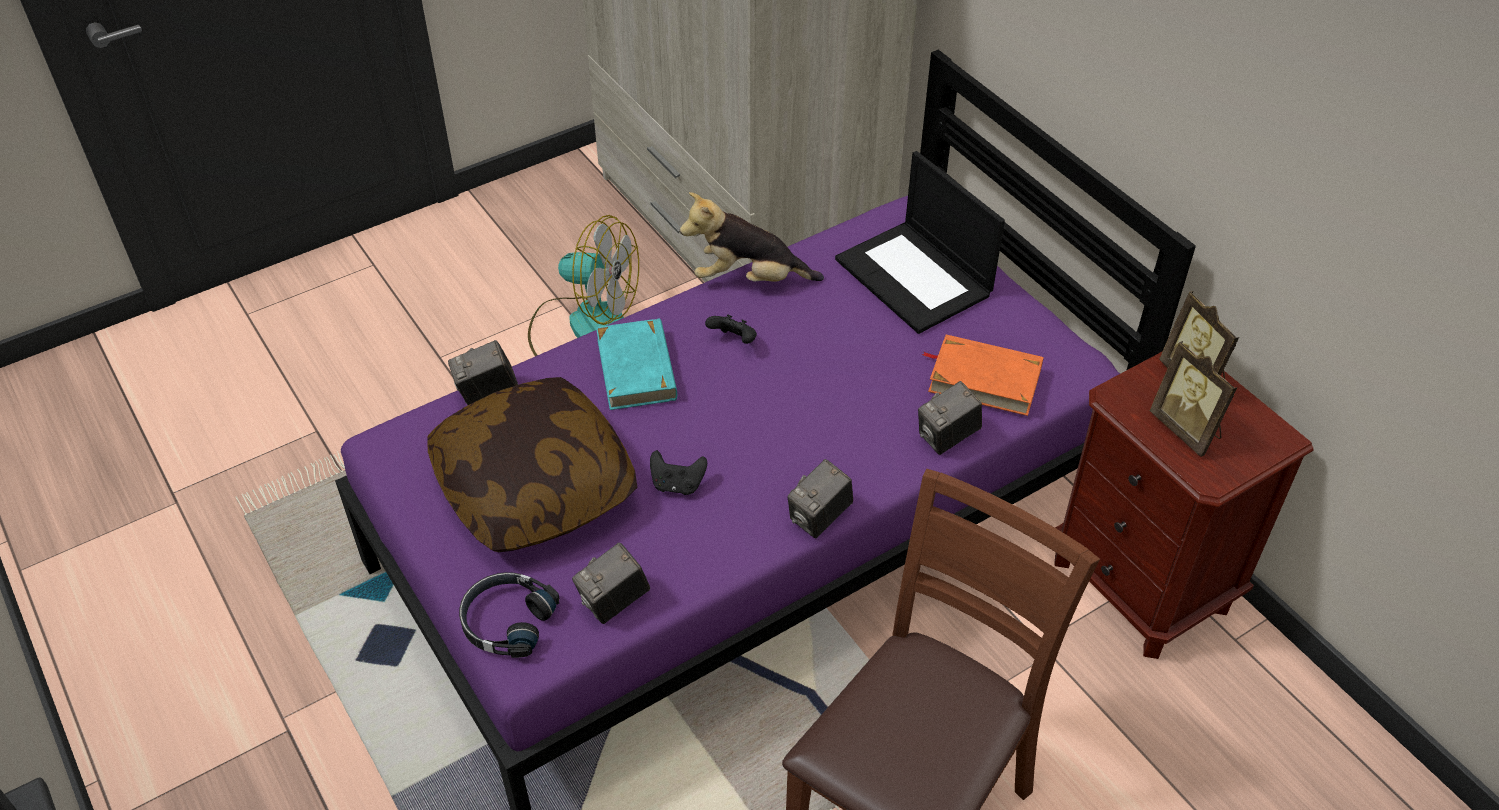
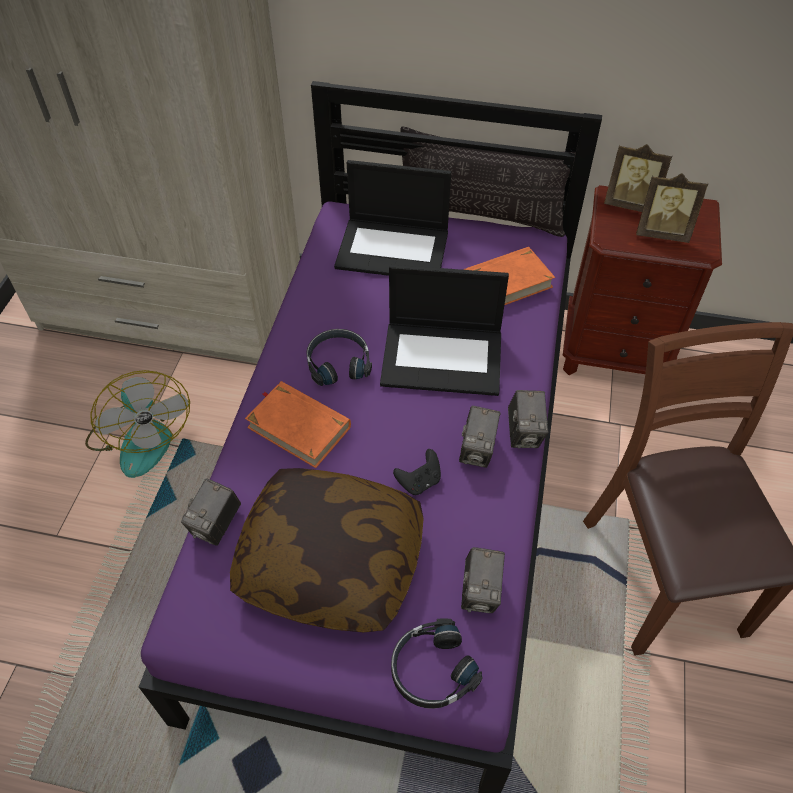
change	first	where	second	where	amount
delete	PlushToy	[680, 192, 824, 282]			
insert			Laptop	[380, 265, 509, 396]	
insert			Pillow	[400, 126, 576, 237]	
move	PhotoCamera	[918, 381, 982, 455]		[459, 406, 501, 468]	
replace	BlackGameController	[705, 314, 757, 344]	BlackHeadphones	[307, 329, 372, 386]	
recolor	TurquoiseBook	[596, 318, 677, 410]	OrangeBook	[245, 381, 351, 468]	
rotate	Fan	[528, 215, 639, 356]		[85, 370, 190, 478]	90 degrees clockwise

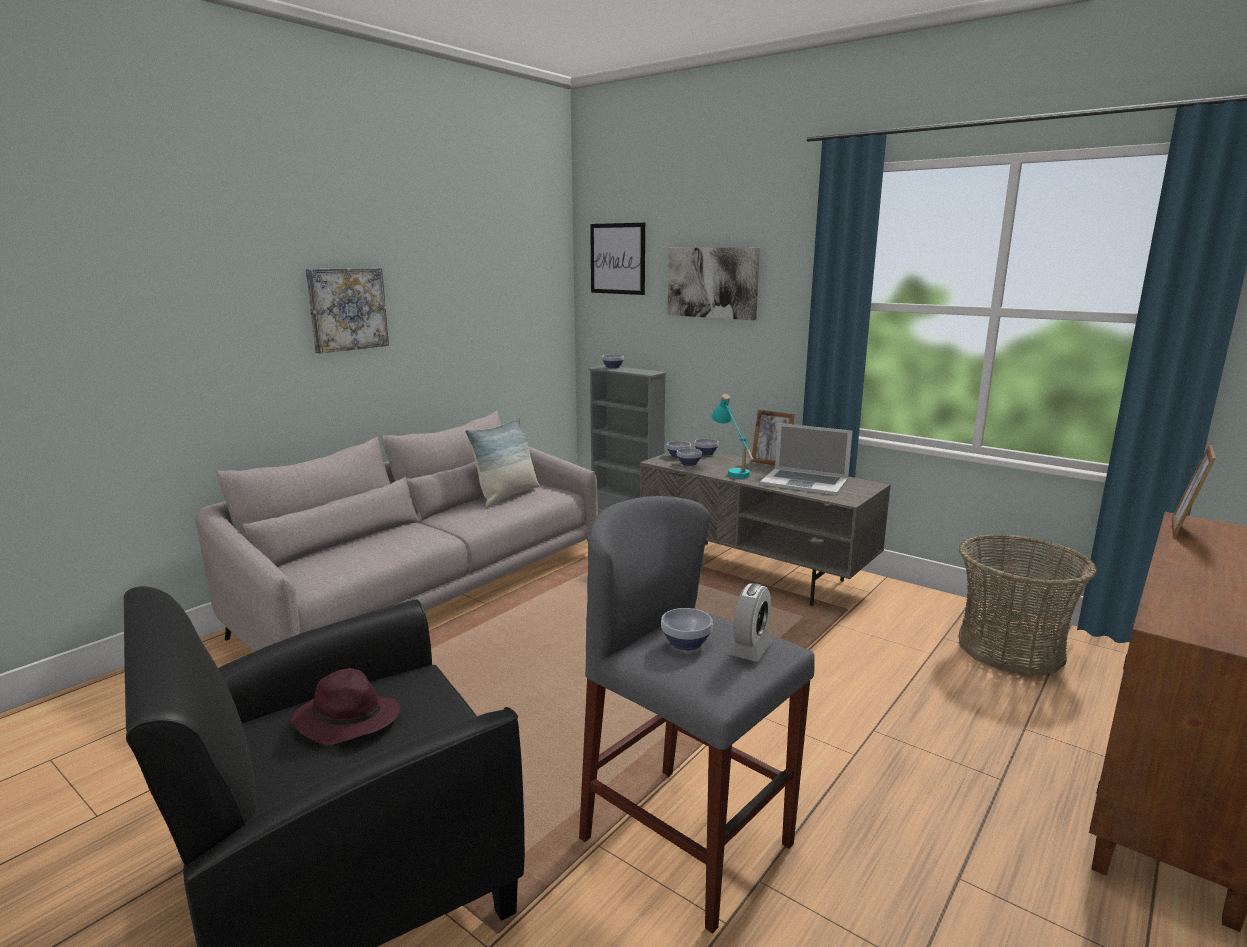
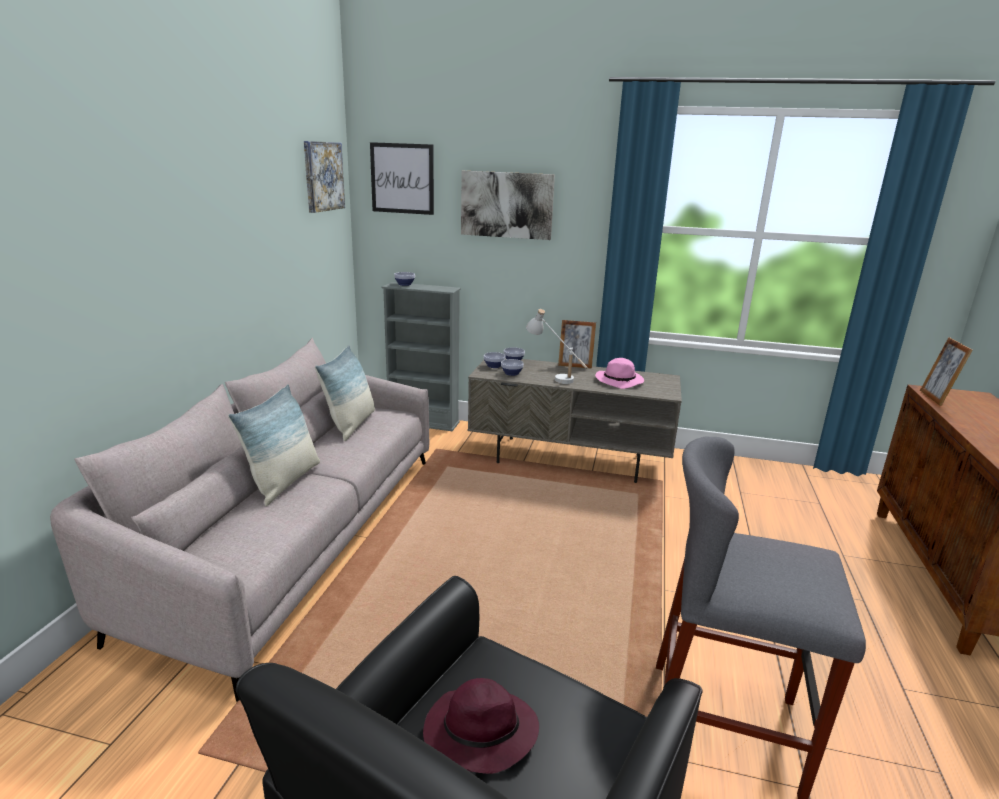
change	first	where	second	where	amount
delete	Bowl	[661, 608, 713, 651]			
delete	AlarmClock	[728, 583, 773, 662]			
delete	Basket	[959, 534, 1097, 675]			
insert			Pillow	[228, 384, 320, 506]	
move	Picture	[306, 268, 389, 354]		[304, 141, 345, 213]	
replace	Laptop	[760, 423, 852, 495]	PinkHat	[595, 358, 644, 389]	
recolor	TurquoiseTableLamp	[712, 394, 754, 478]	WhiteTableLamp	[526, 309, 588, 384]	

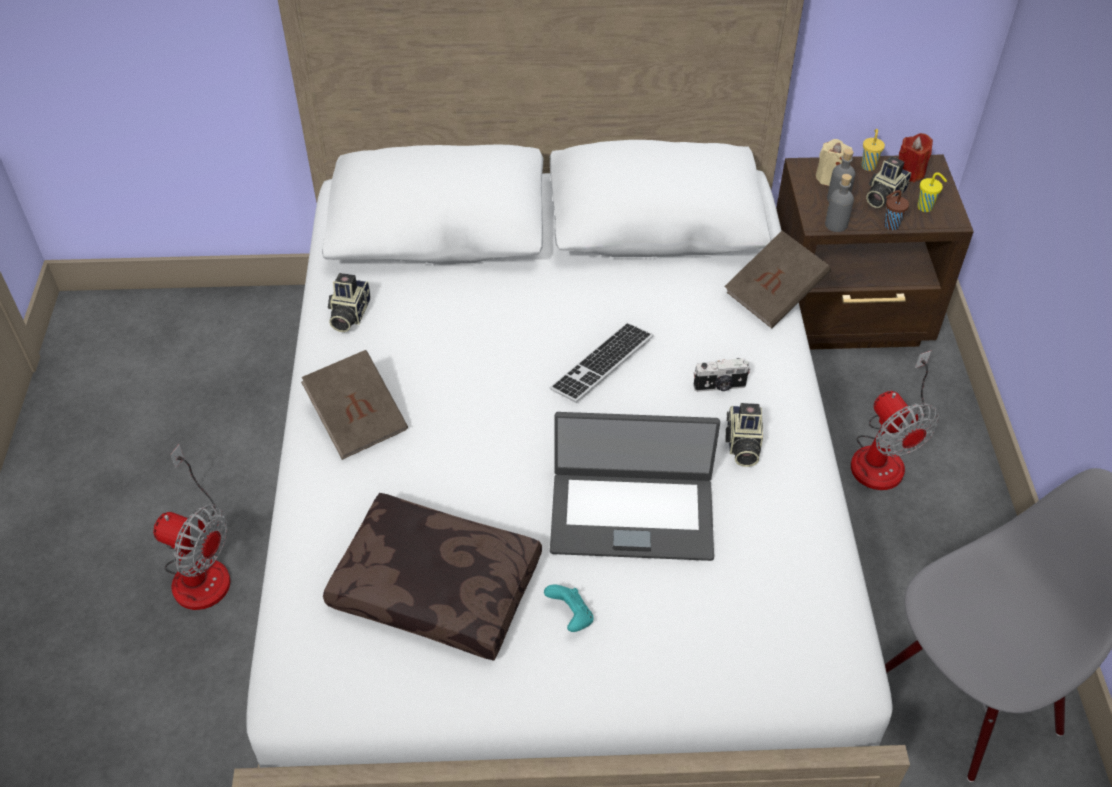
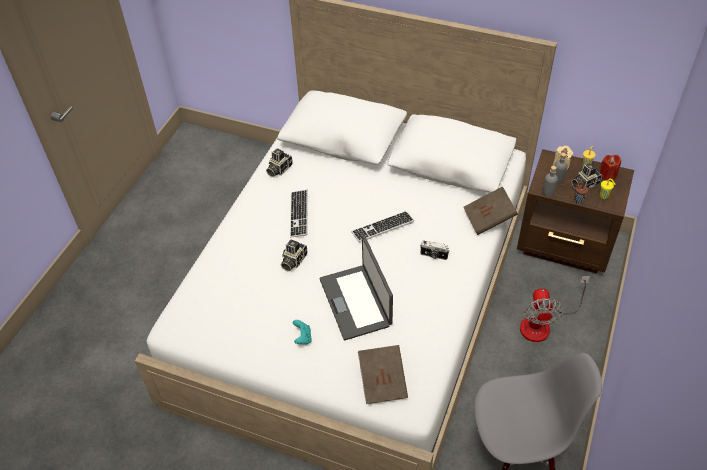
change	first	where	second	where	amount
delete	Fan	[153, 445, 230, 610]			
delete	BrownPillow	[323, 493, 542, 661]			
insert			Keyboard	[290, 190, 308, 238]	
move	BrownBook	[301, 350, 408, 460]		[358, 345, 408, 404]	
move	PhotoCamera	[725, 403, 763, 467]		[281, 239, 307, 271]	
rotate	Laptop	[550, 412, 720, 561]		[319, 235, 393, 340]	45 degrees clockwise

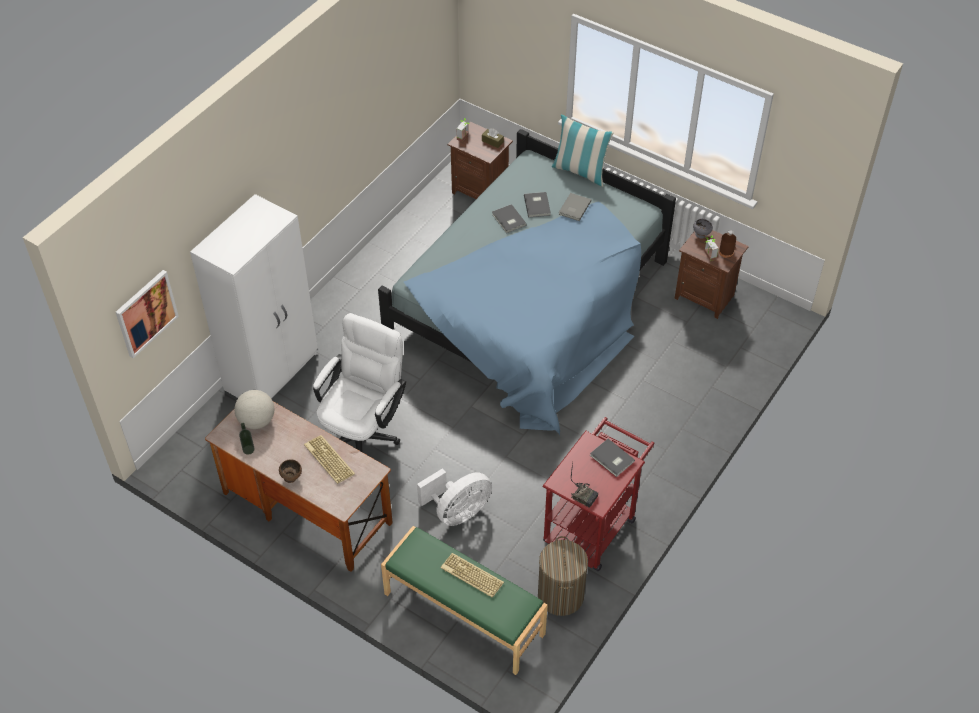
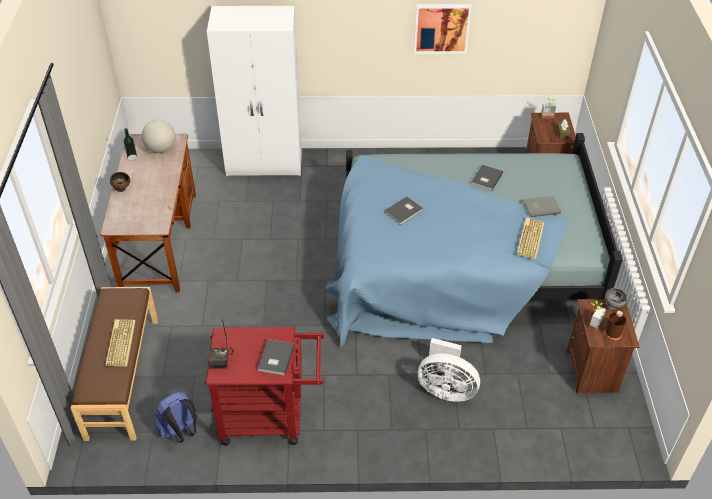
change	first	where	second	where	amount
delete	WhiteOfficeChair	[313, 313, 406, 452]			
delete	Pillow	[552, 115, 614, 187]			
move	Picture	[116, 270, 179, 358]		[414, 4, 472, 54]	
move	Keyboard	[304, 435, 355, 484]		[517, 217, 544, 260]	
move	WhiteFan	[417, 468, 492, 526]		[418, 338, 480, 402]	
move	GreyBook	[524, 192, 551, 217]		[384, 197, 423, 225]	
replace	LaundryBasket	[538, 536, 588, 616]	BlueBackpack	[155, 392, 197, 443]	
recolor	GreenBench	[381, 526, 548, 675]	BrownBench	[71, 287, 158, 441]	

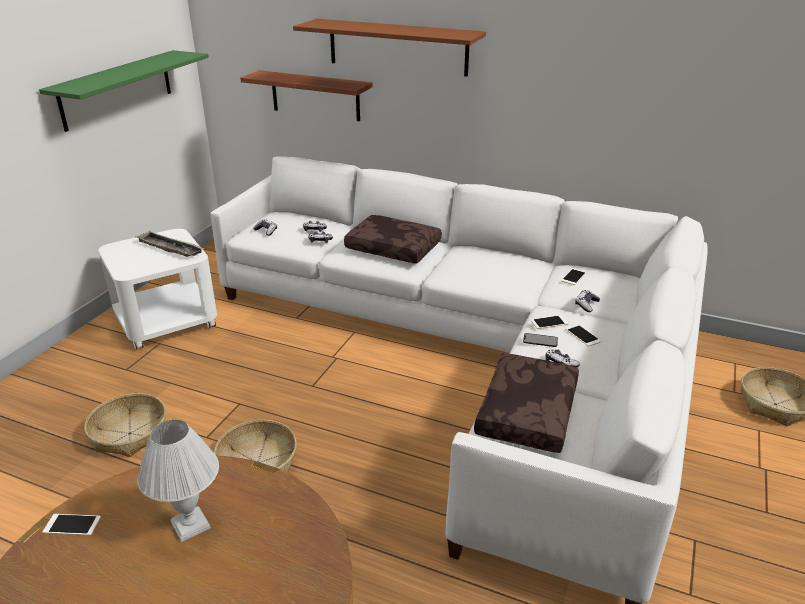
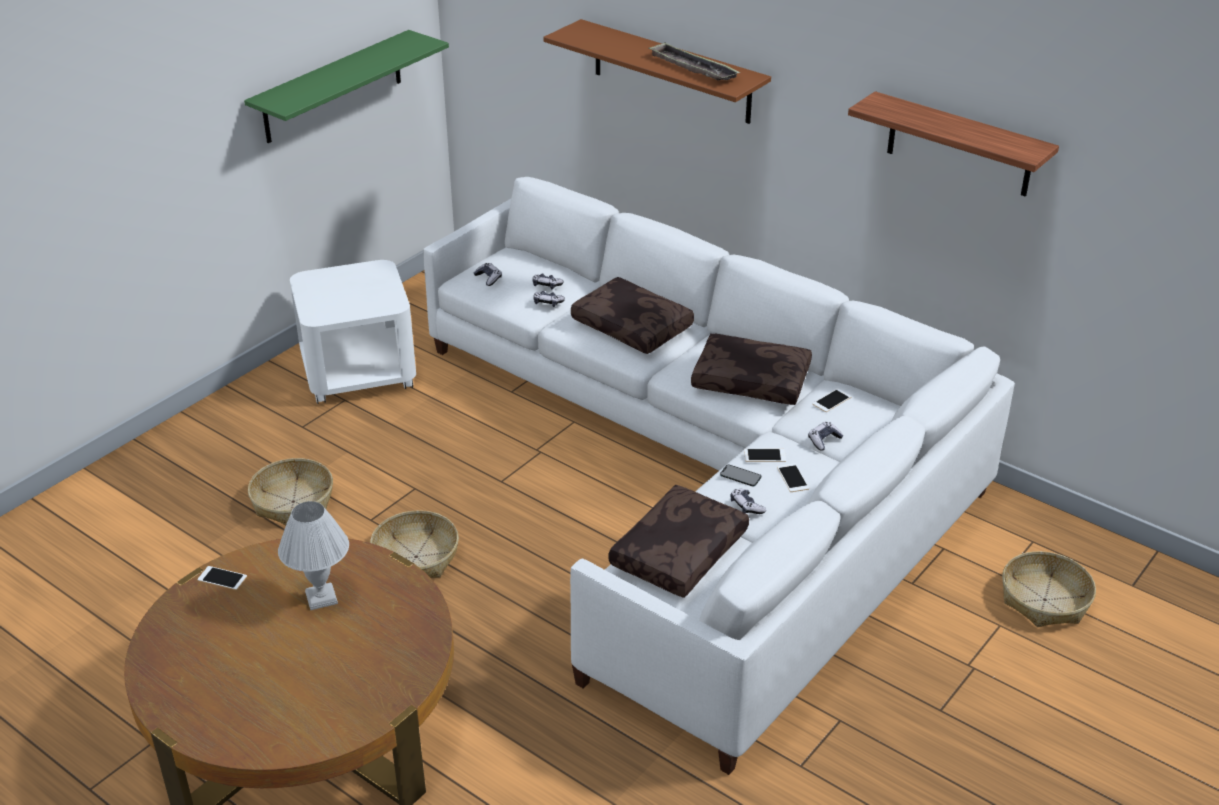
change	first	where	second	where	amount
insert			BrownPillow	[691, 333, 812, 405]	
move	Tray	[135, 231, 204, 257]		[648, 42, 740, 80]	
move	Shelf	[240, 70, 373, 121]		[848, 91, 1059, 197]	

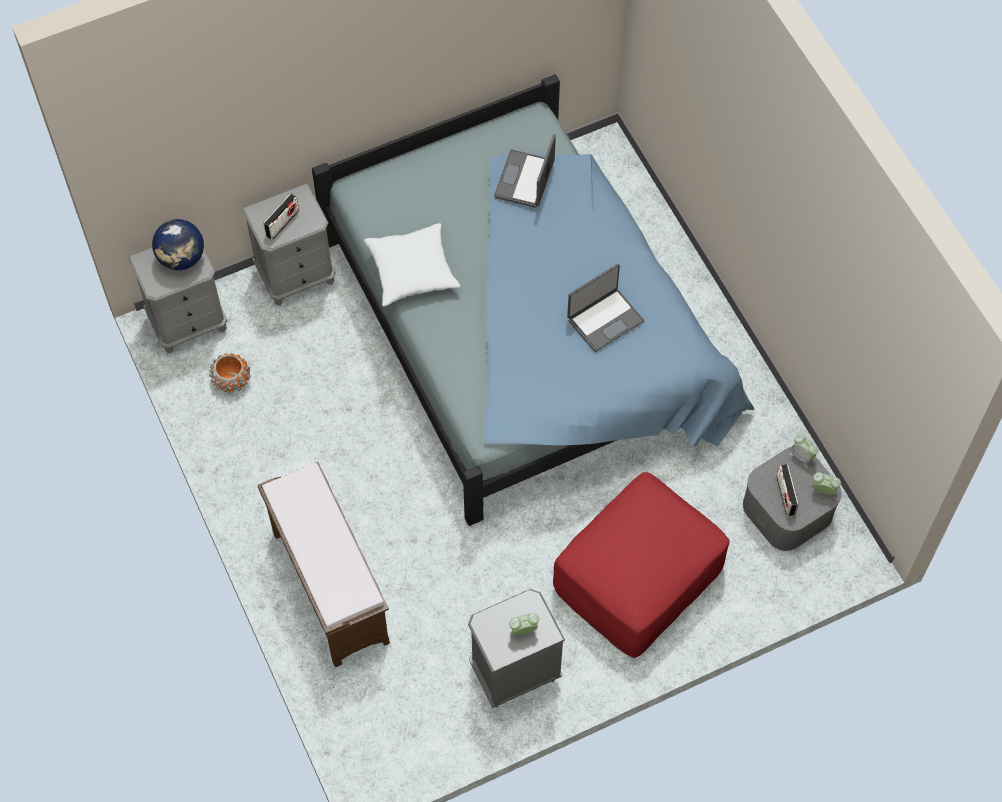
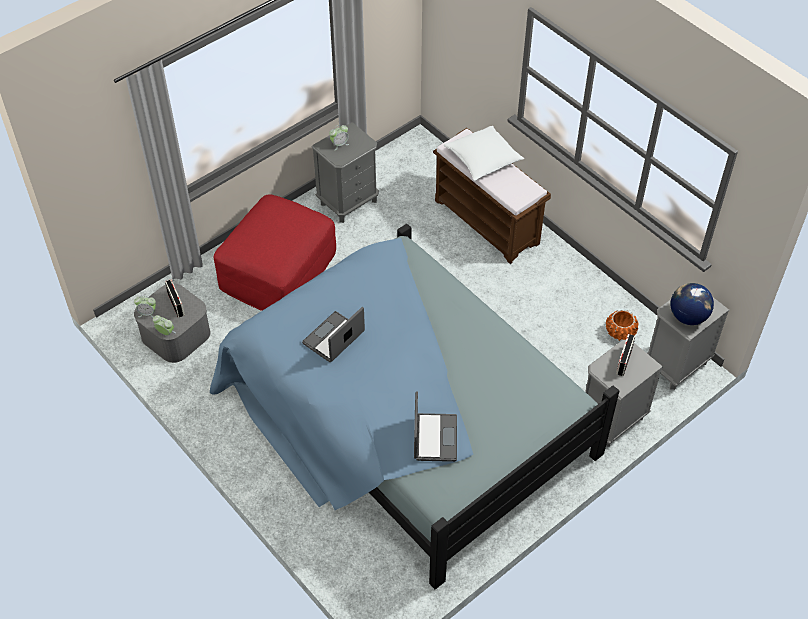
change	first	where	second	where	amount
move	WhitePillow	[364, 223, 460, 306]		[444, 126, 524, 181]	

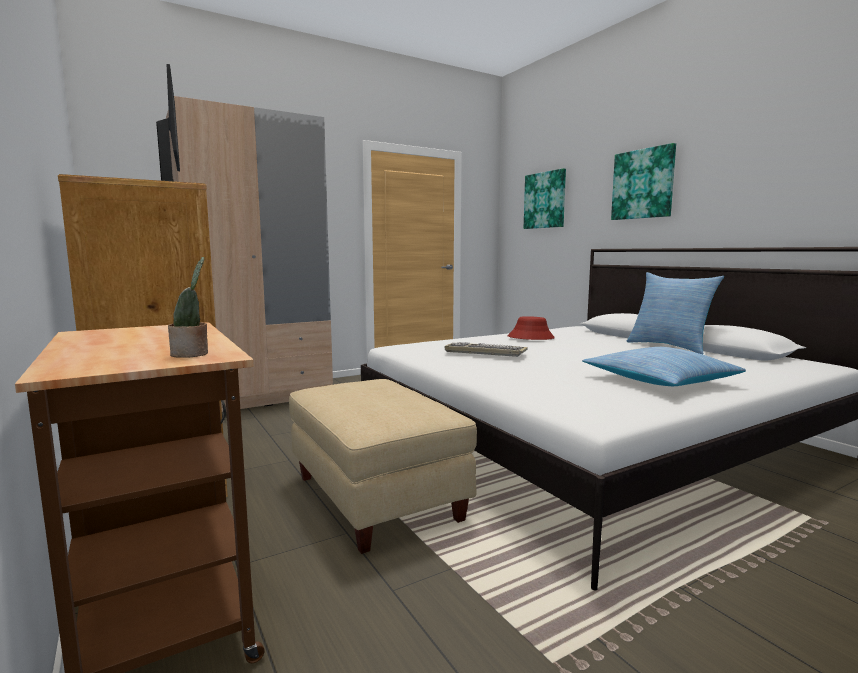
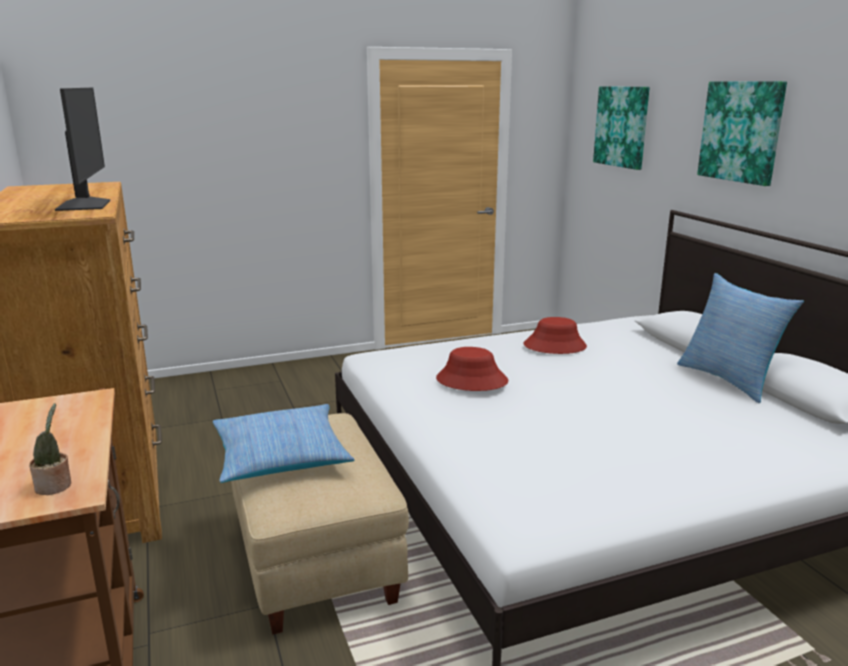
change	first	where	second	where	amount
delete	BeigeWardrobe	[166, 96, 333, 412]			
move	Pillow	[582, 347, 746, 386]		[213, 404, 354, 483]	
replace	Keyboard	[445, 342, 528, 357]	RedHat	[436, 347, 508, 391]	

